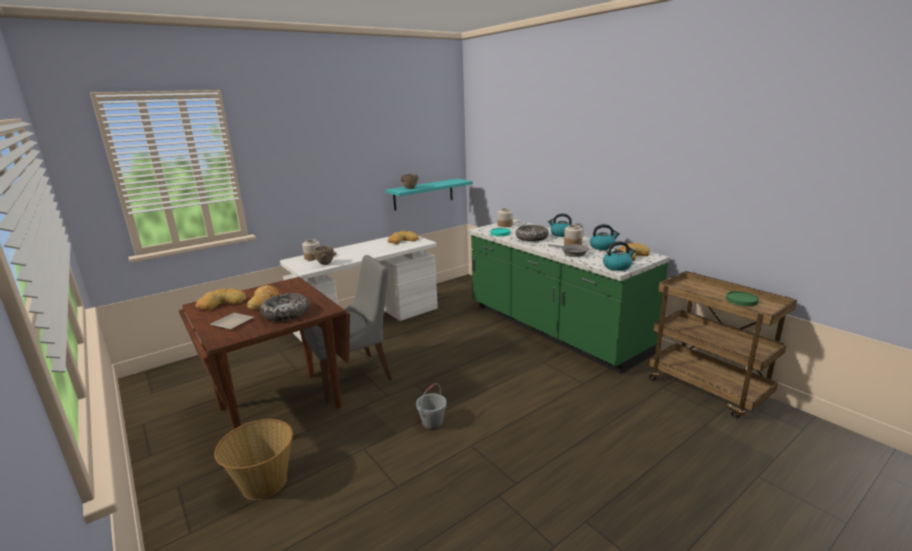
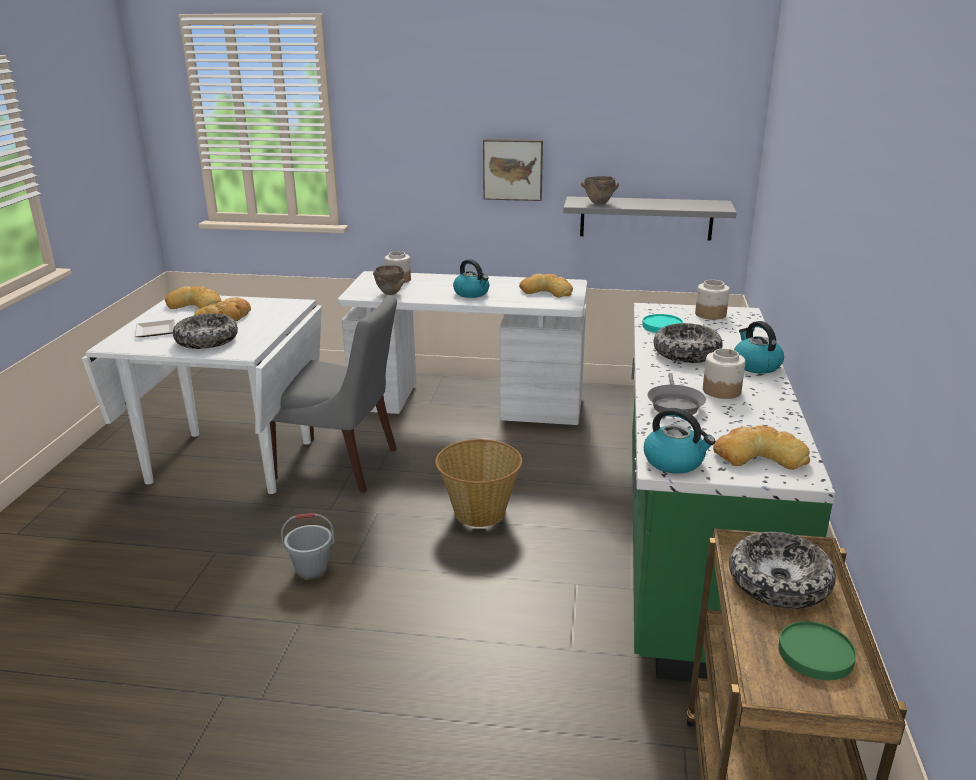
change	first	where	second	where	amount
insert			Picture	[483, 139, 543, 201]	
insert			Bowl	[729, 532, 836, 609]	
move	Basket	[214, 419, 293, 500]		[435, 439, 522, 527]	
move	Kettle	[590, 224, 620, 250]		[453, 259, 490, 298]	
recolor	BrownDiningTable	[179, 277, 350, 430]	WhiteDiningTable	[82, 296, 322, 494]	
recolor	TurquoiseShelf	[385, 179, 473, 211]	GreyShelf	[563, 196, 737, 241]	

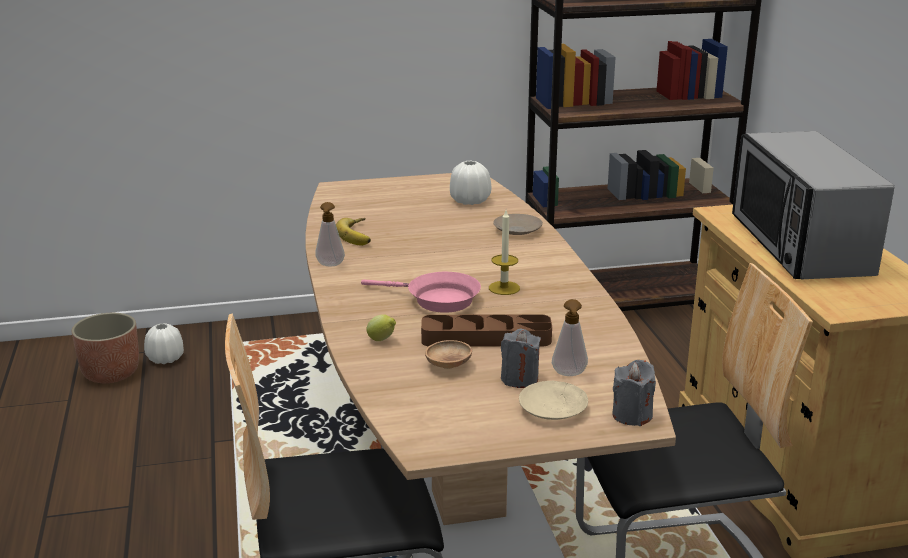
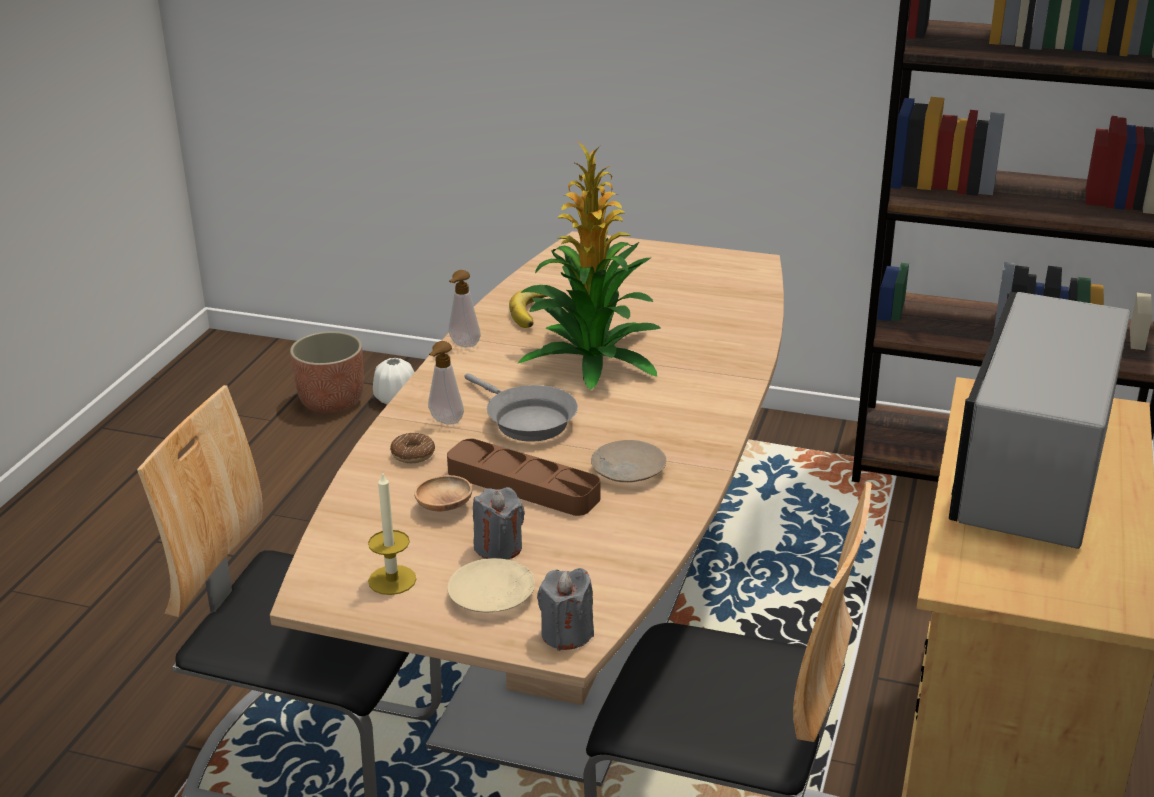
change	first	where	second	where	amount
delete	WhiteVase	[450, 161, 491, 205]			
insert			PottedPlant	[518, 142, 661, 390]	
move	Candle	[489, 210, 520, 295]		[368, 471, 416, 595]	
move	BeigePlate	[494, 214, 543, 235]		[591, 440, 666, 482]	
move	SoapDispenser	[552, 299, 588, 376]		[428, 341, 464, 425]	
replace	Lemon	[366, 314, 396, 341]	Donut	[390, 433, 435, 463]	
recolor	PinkFryingPan	[361, 272, 481, 313]	GreyFryingPan	[465, 373, 578, 442]	

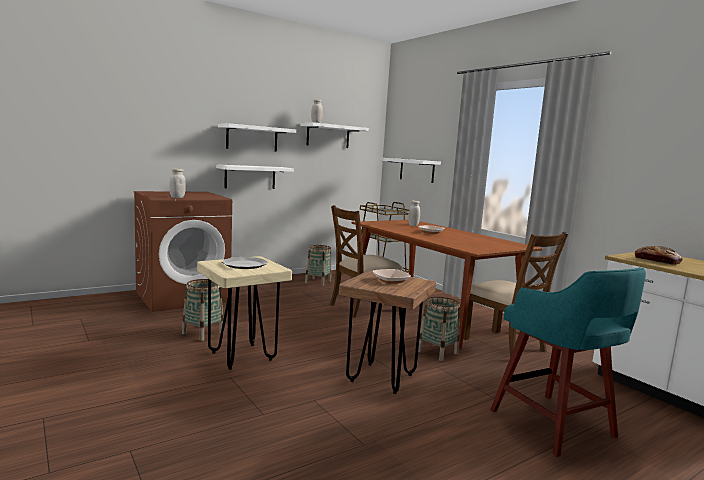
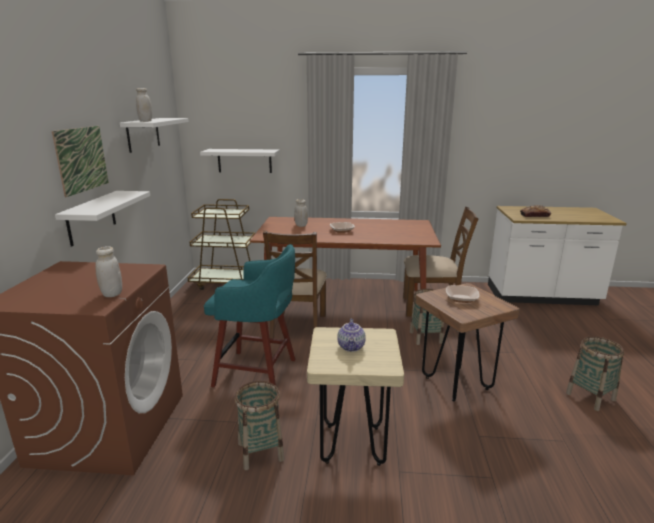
change	first	where	second	where	amount
move	Basket	[305, 245, 331, 286]		[566, 336, 624, 411]	
move	TurquoiseStool	[490, 267, 646, 457]		[204, 244, 295, 387]	
replace	WhiteShelf	[218, 123, 296, 152]	Picture	[52, 126, 109, 197]	
replace	Plate	[222, 257, 267, 269]	Teapot	[337, 319, 366, 352]	

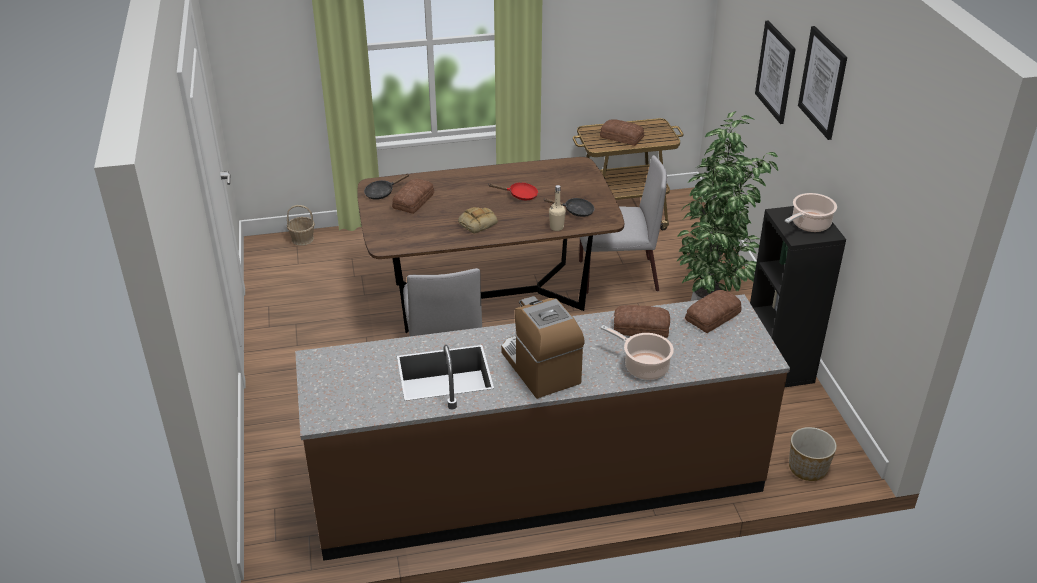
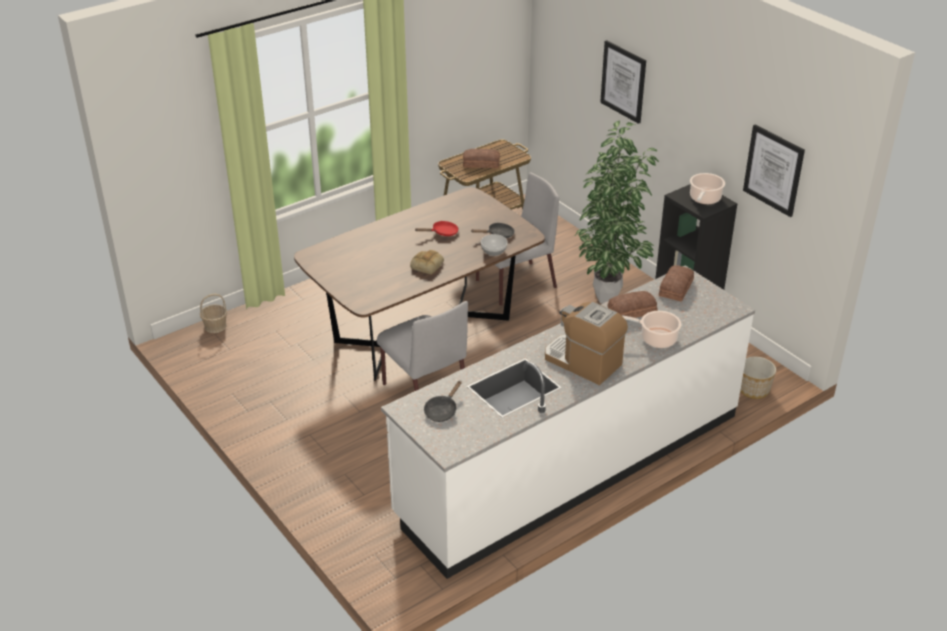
change	first	where	second	where	amount
delete	Bread	[392, 179, 434, 214]			
move	BlackFryingPan	[364, 173, 409, 200]		[424, 381, 462, 422]	
move	Picture	[798, 26, 847, 140]		[743, 125, 805, 217]	
replace	BeigeBottle	[549, 185, 566, 231]	Bowl	[481, 234, 507, 256]	
recolor	BrownCounter	[295, 294, 790, 561]	WhiteCounter	[381, 265, 755, 579]	

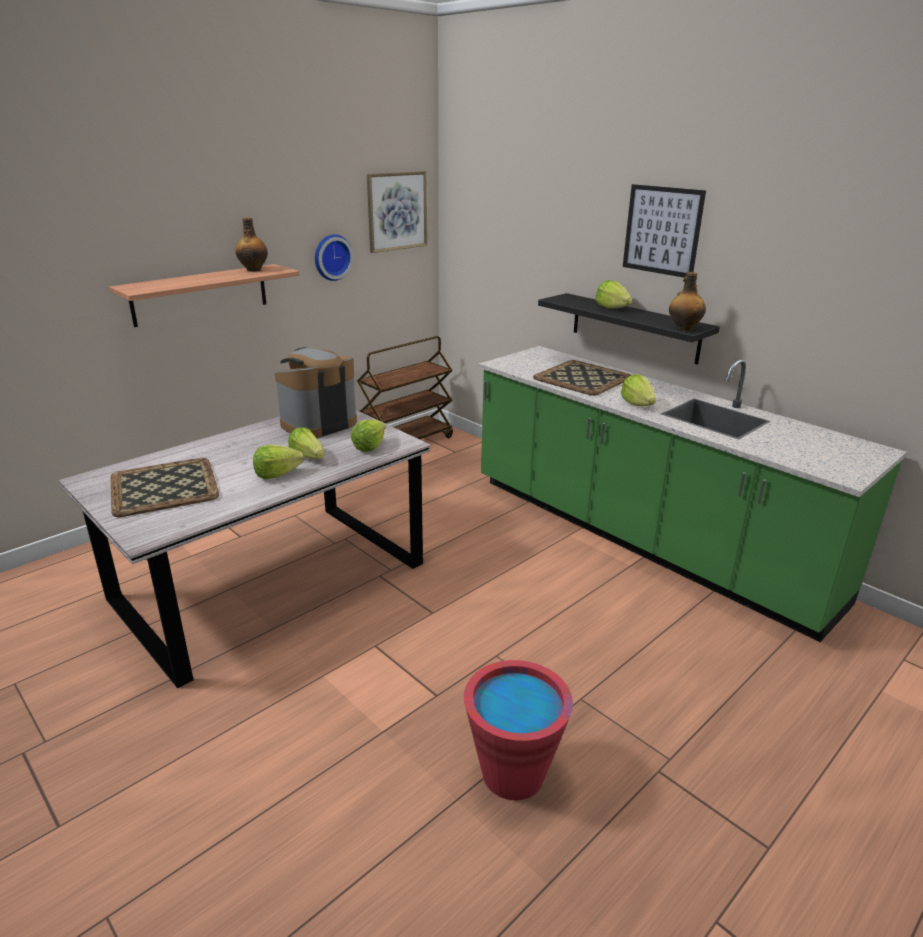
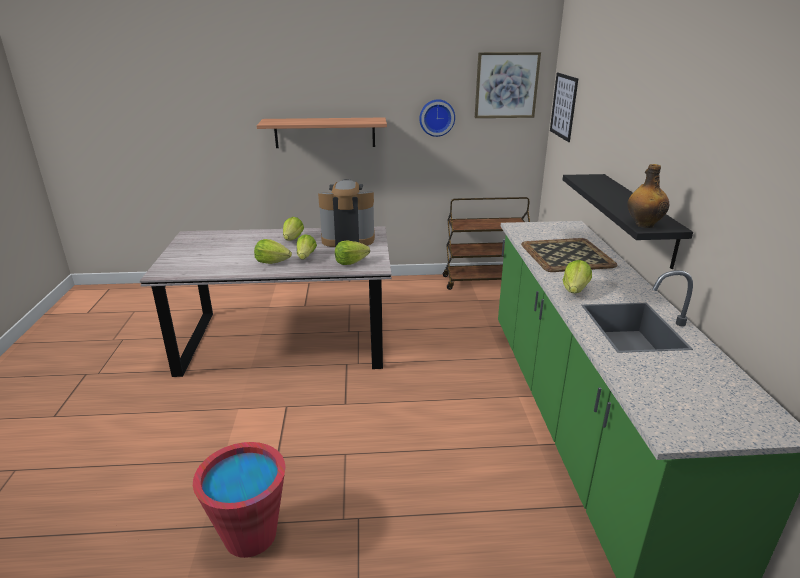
change	first	where	second	where	amount
delete	Tray	[111, 458, 219, 517]			
delete	Bottle	[235, 217, 268, 272]			
move	Lettuce	[596, 280, 632, 309]		[283, 217, 304, 241]	
move	Picture	[623, 184, 706, 278]		[550, 73, 578, 142]	

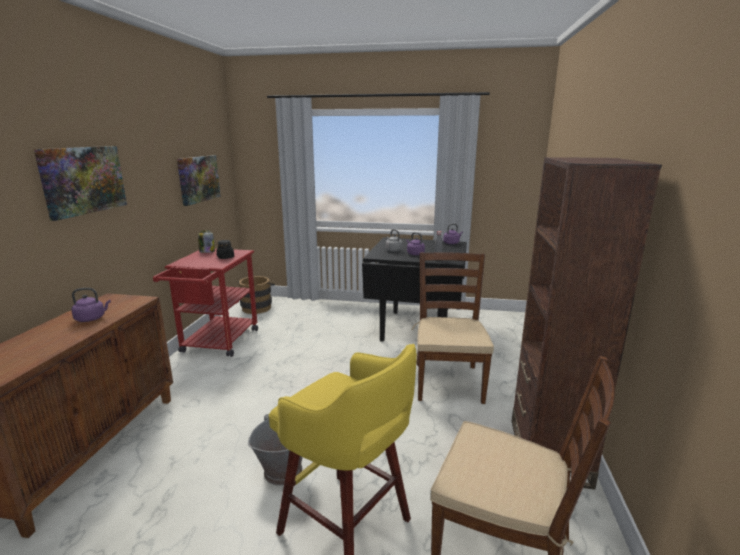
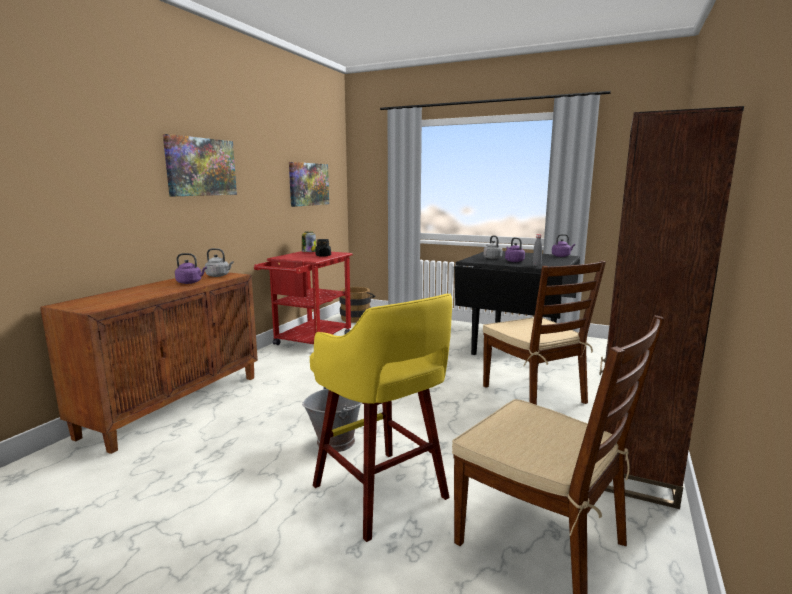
change	first	where	second	where	amount
insert			GreyKettle	[205, 248, 234, 277]	
rotate	BrownChair	[412, 252, 494, 404]		[483, 260, 606, 405]	135 degrees clockwise

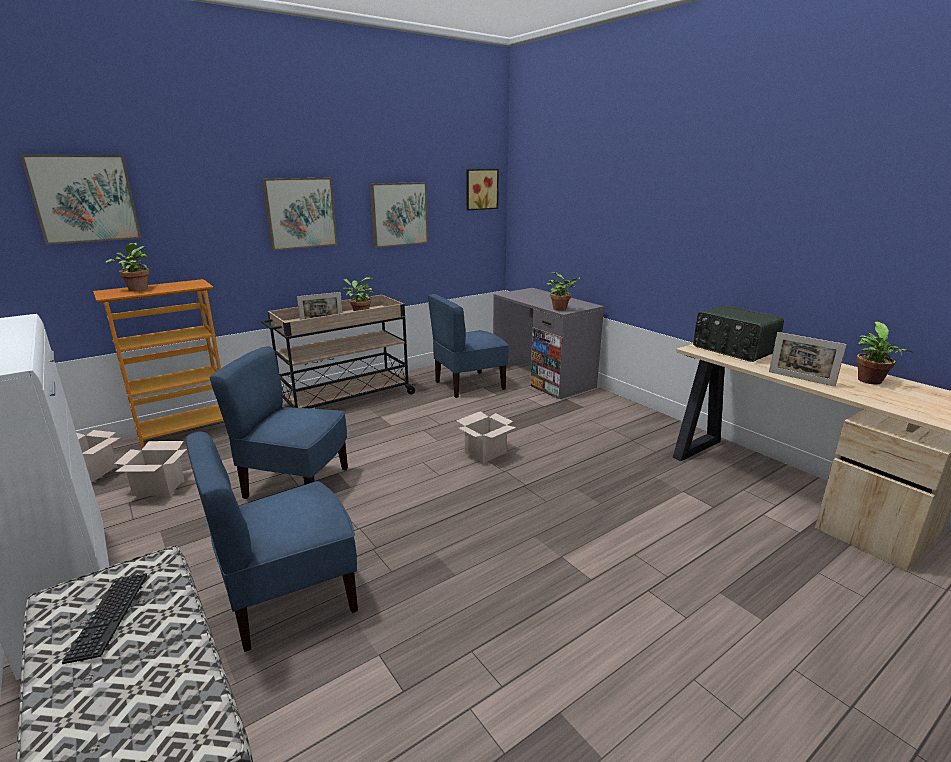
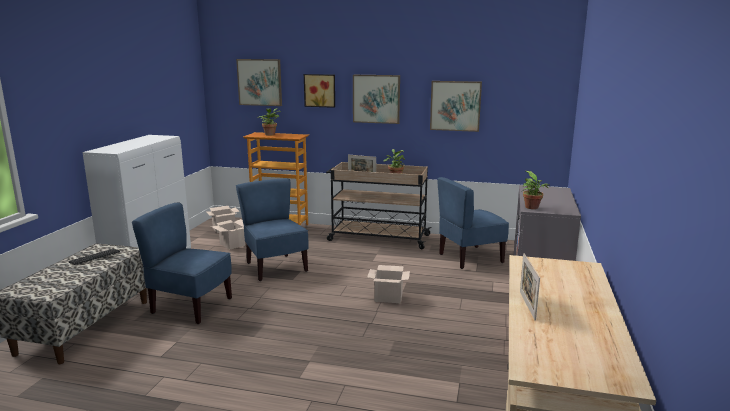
change	first	where	second	where	amount
delete	Radio	[693, 305, 784, 362]			
delete	PottedPlant	[856, 322, 913, 385]			
move	Picture	[466, 169, 499, 210]		[304, 74, 335, 108]	
rotate	BlueChair	[428, 294, 508, 398]		[437, 177, 509, 269]	45 degrees counterclockwise

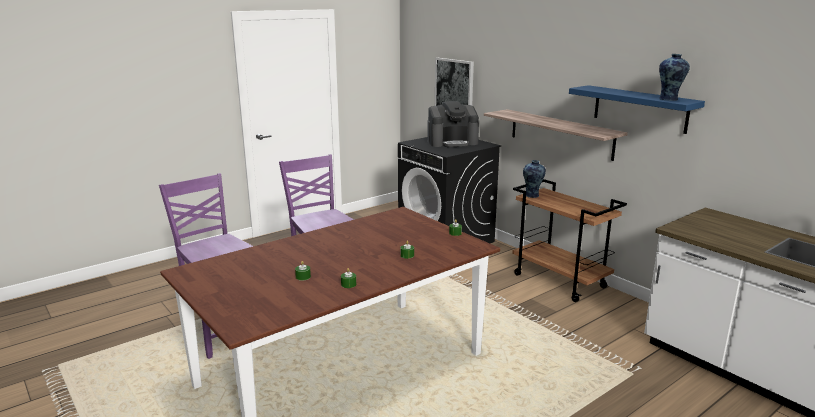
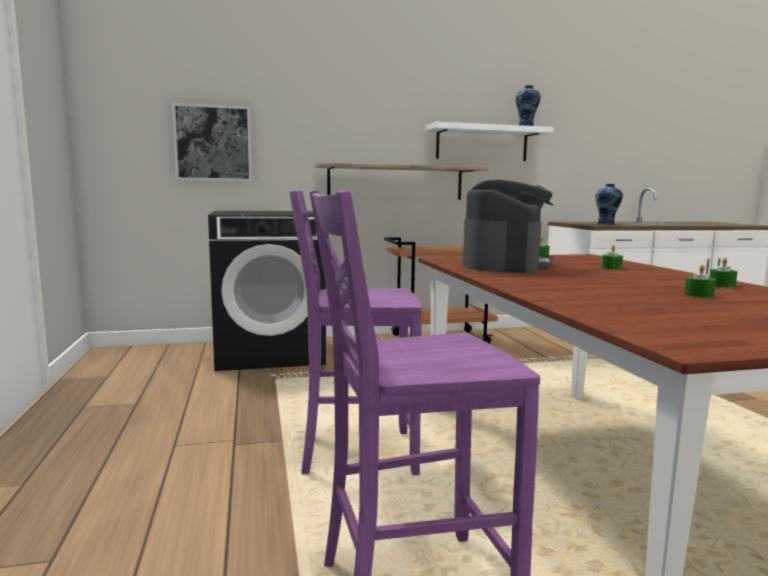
change	first	where	second	where	amount
move	CoffeeMachine	[427, 101, 479, 147]		[463, 179, 553, 273]	
move	Vase	[523, 160, 546, 198]		[596, 184, 623, 225]	
recolor	BlueShelf	[569, 85, 705, 134]	WhiteShelf	[425, 122, 553, 161]	

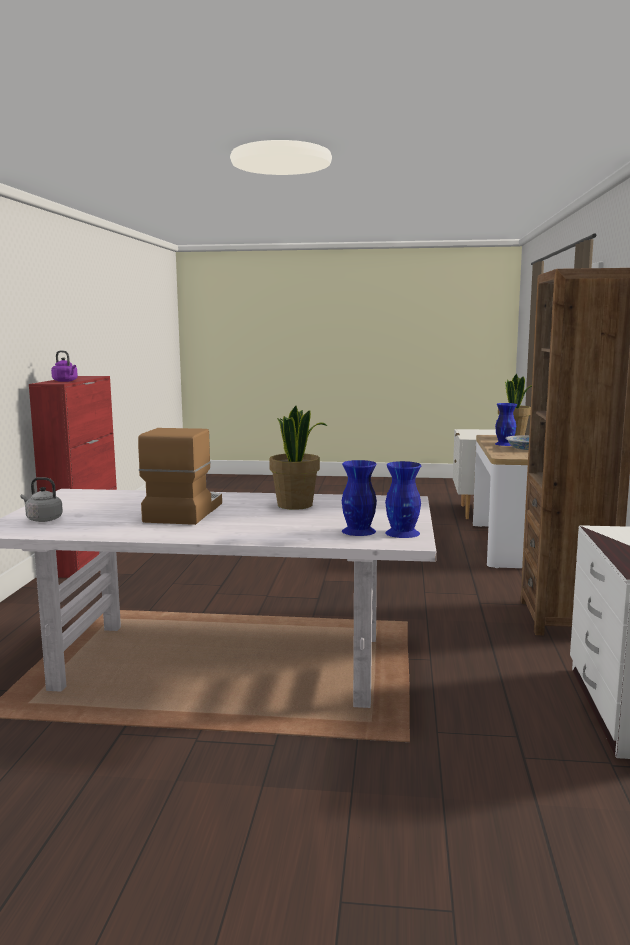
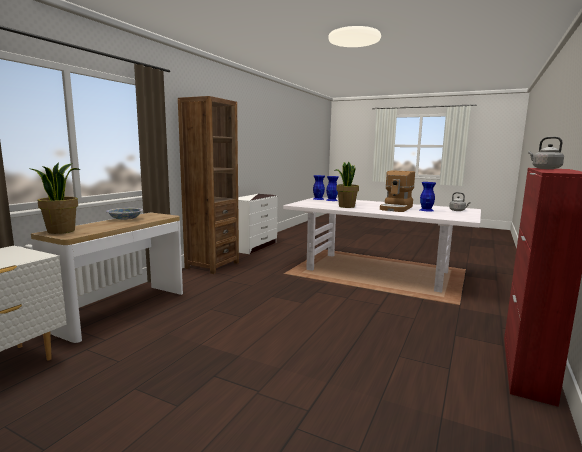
change	first	where	second	where	amount
move	BlueVase	[495, 403, 517, 446]		[420, 182, 436, 211]	
recolor	PurpleKettle	[51, 351, 78, 382]	GreyKettle	[528, 137, 564, 169]	

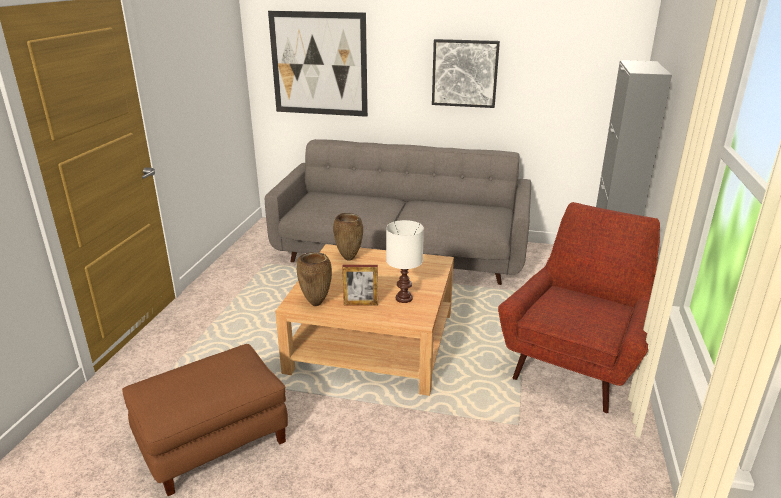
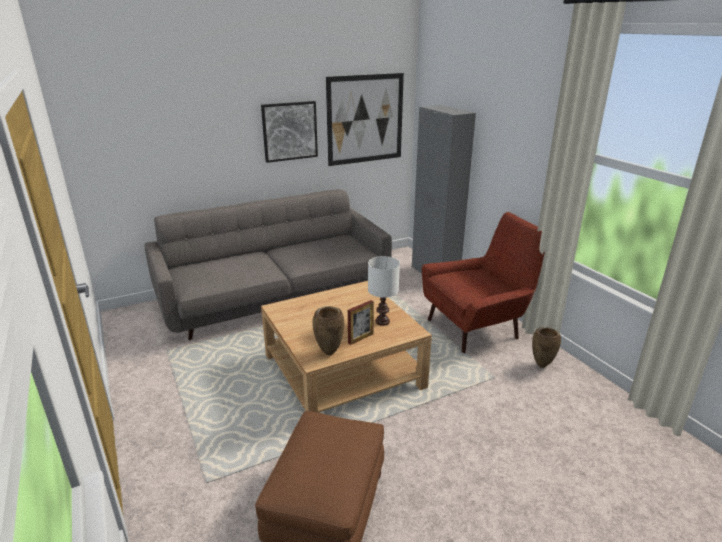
change	first	where	second	where	amount
move	Picture	[268, 11, 368, 117]		[326, 73, 404, 166]	
move	BrownVase	[333, 213, 363, 261]		[532, 327, 561, 368]	
rotate	RedArmchair	[498, 202, 660, 413]		[422, 212, 545, 353]	75 degrees clockwise

